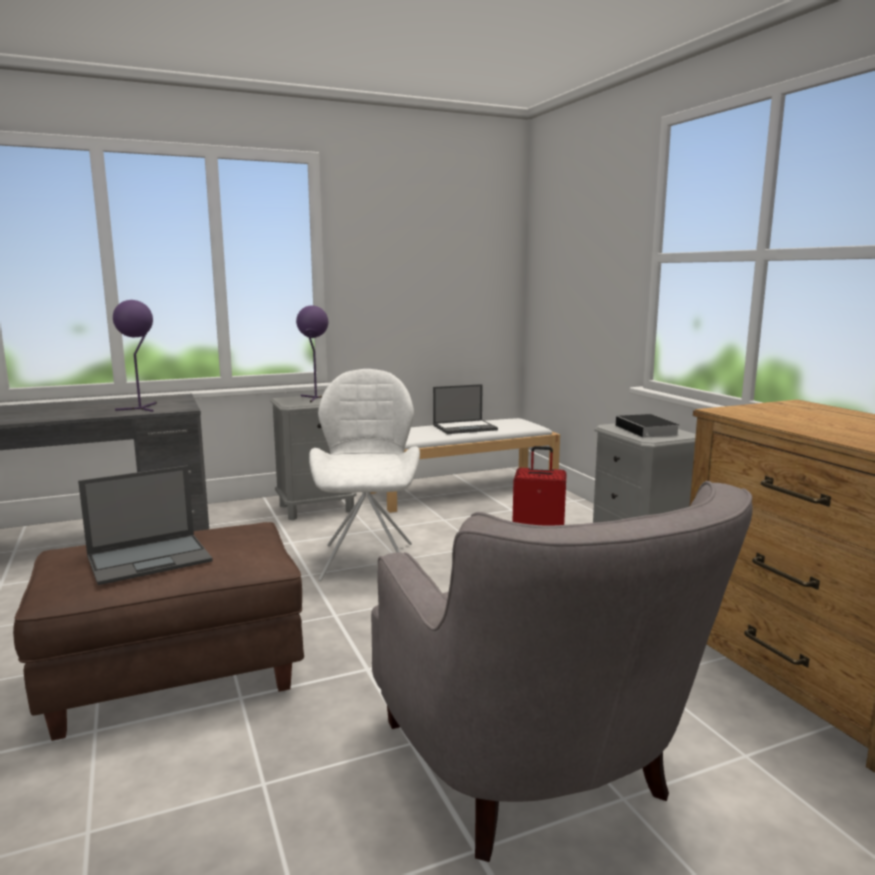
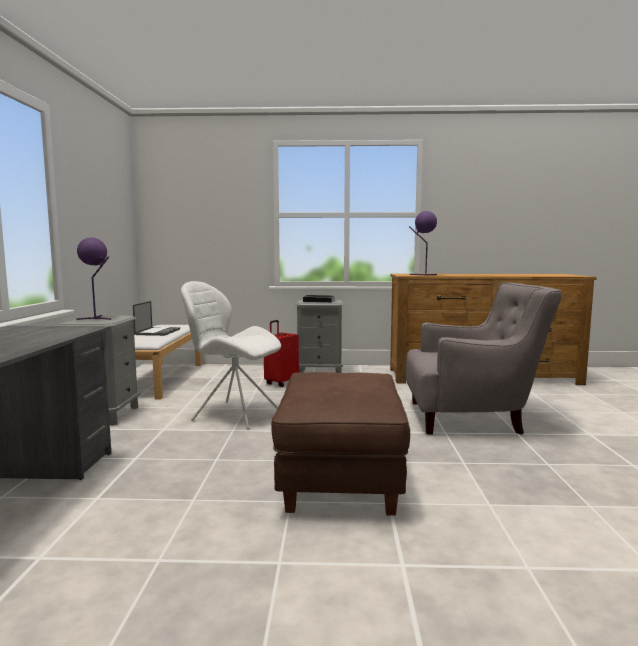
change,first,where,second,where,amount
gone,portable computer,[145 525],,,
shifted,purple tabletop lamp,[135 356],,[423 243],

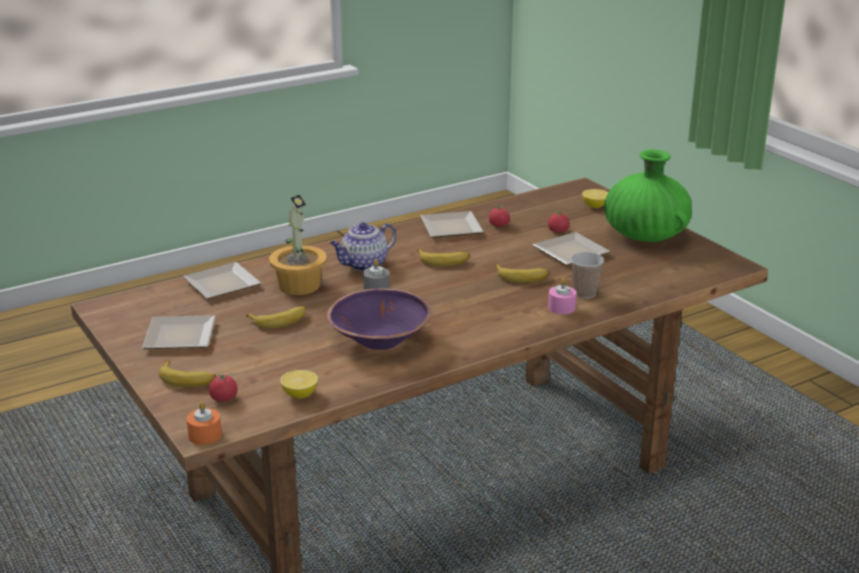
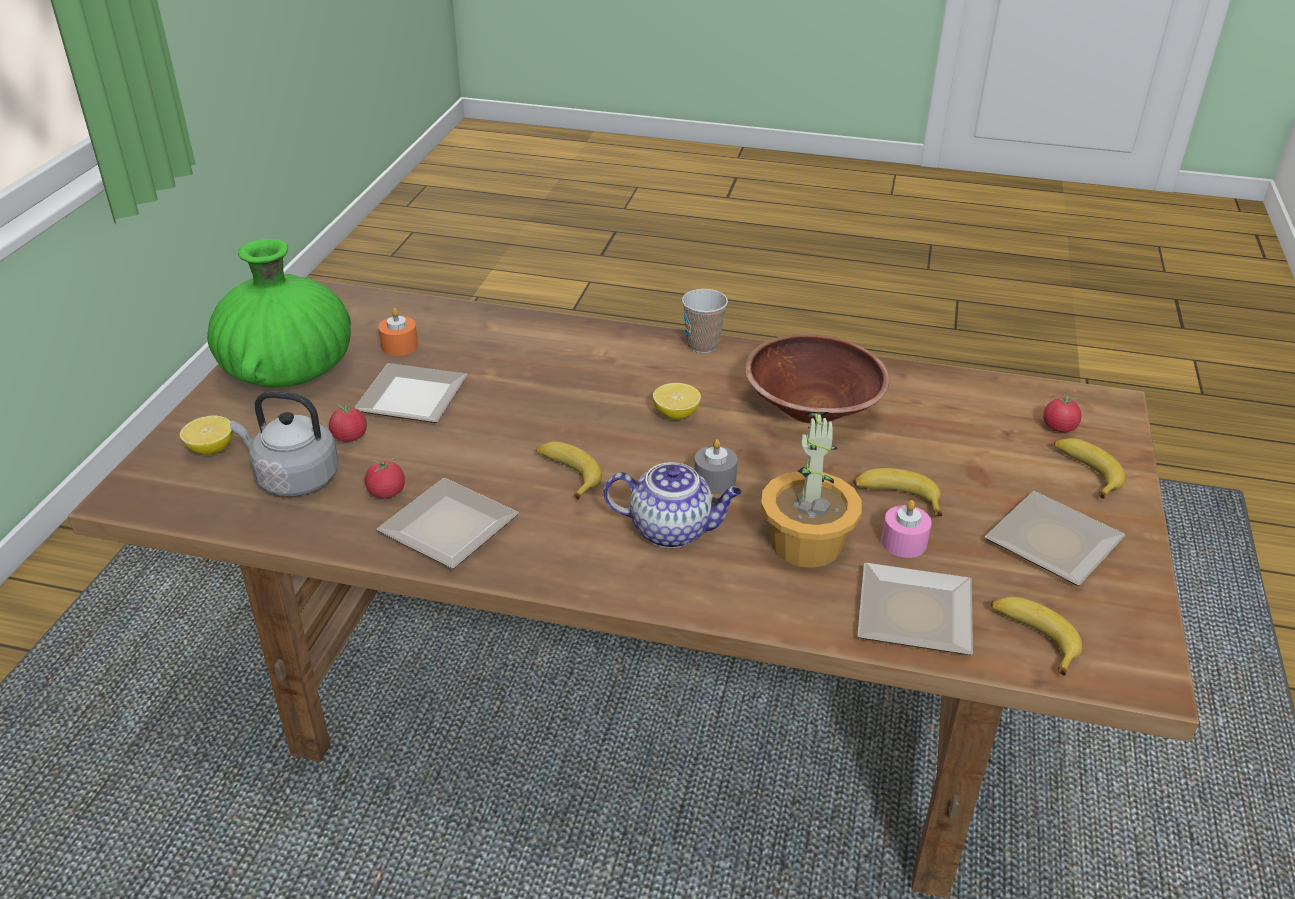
change,first,where,second,where,amount
new,,,grey kettle,[284 443],
shifted,orange-coloured candle,[204 423],,[398 332],
shifted,whole lemon,[299 384],,[677 401],
shifted,banana fruit,[522 273],,[1037 636],
shifted,pink-coloured candle,[562 296],,[906 529],
shifted,small cup,[587 275],,[705 321],
repainted,purple serving bowl,[379 319],brownish serving bowl,[817 379],

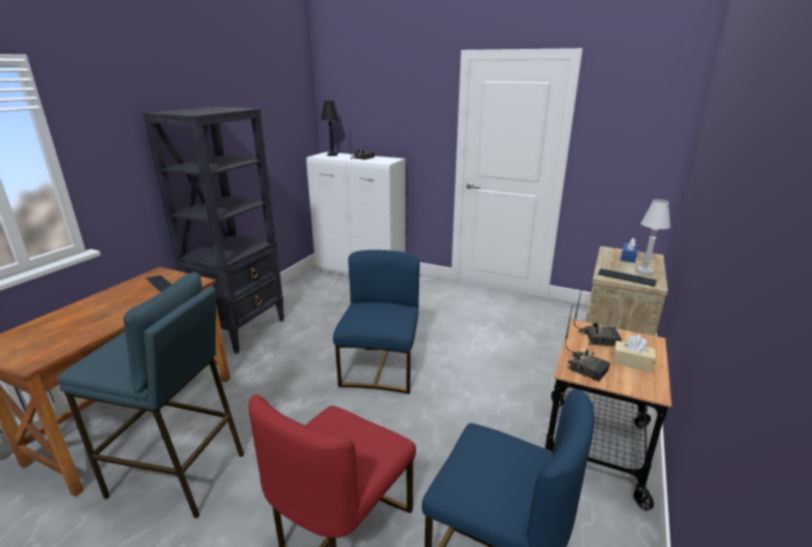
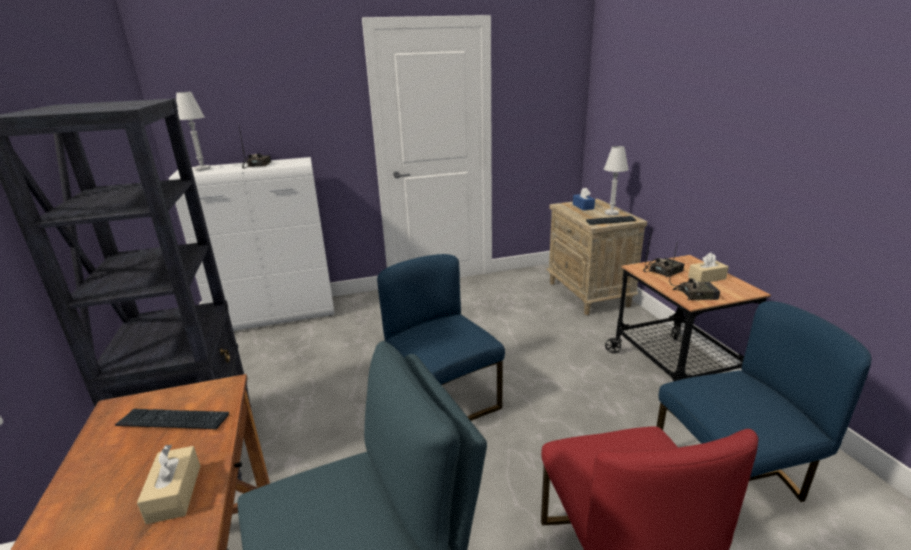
change,first,where,second,where,amount
new,,,beige tissue box,[168 484],
repainted,black-coloured tabletop lamp,[330 128],white-coloured tabletop lamp,[193 131],

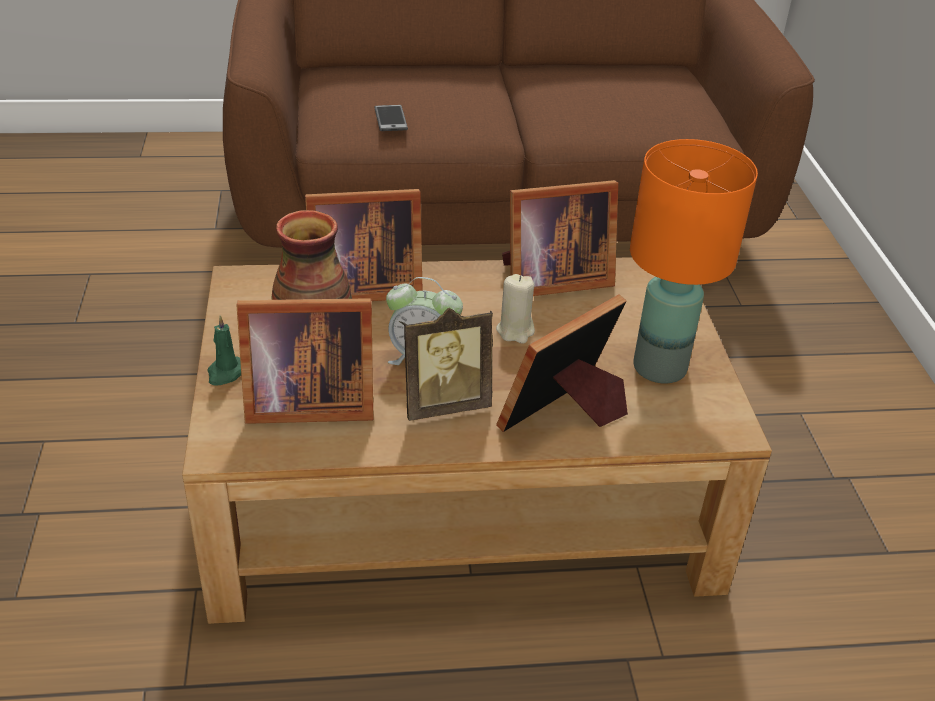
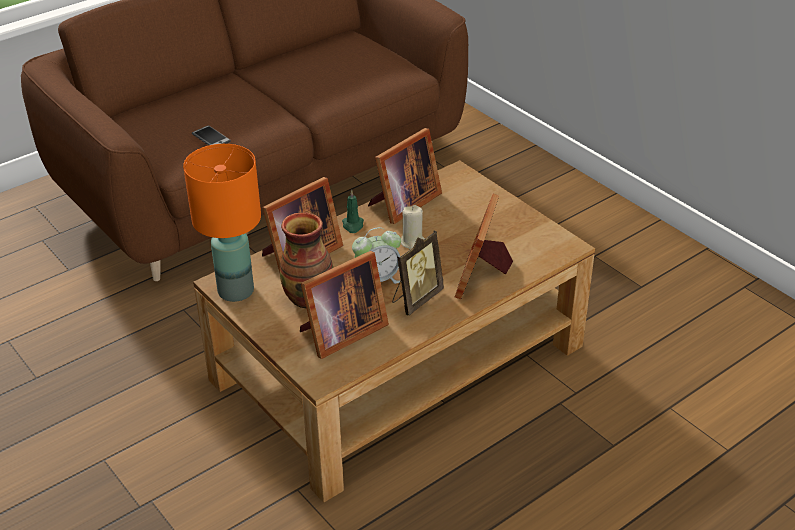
change,first,where,second,where,amount
shifted,green candle,[224 350],,[353 211],
shifted,orange-coloured tabletop lamp,[694 261],,[222 223],

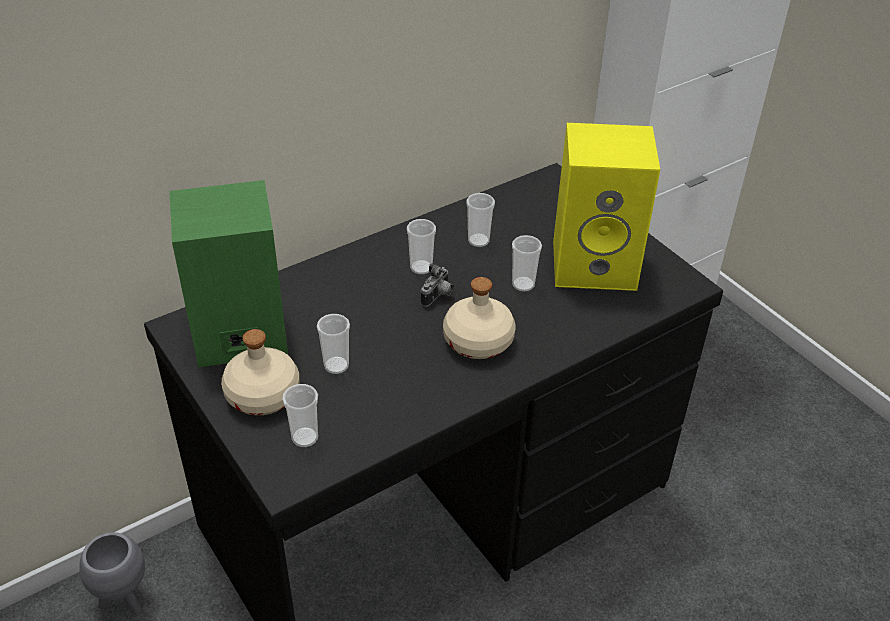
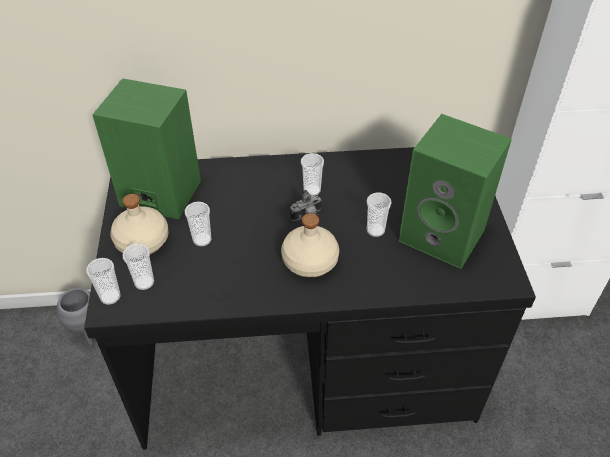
change,first,where,second,where,amount
shifted,small cup,[480 220],,[103 281],
repainted,yellow-coloured loudspeaker,[606 207],green loudspeaker,[455 191],

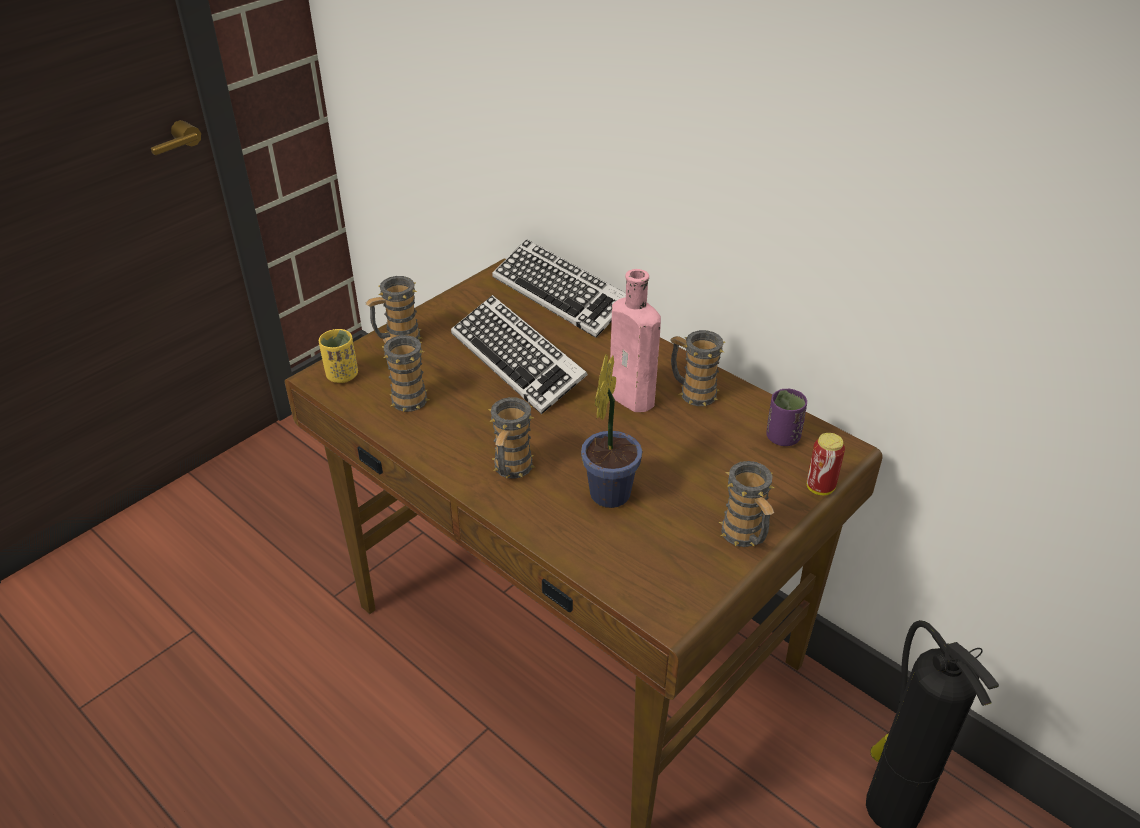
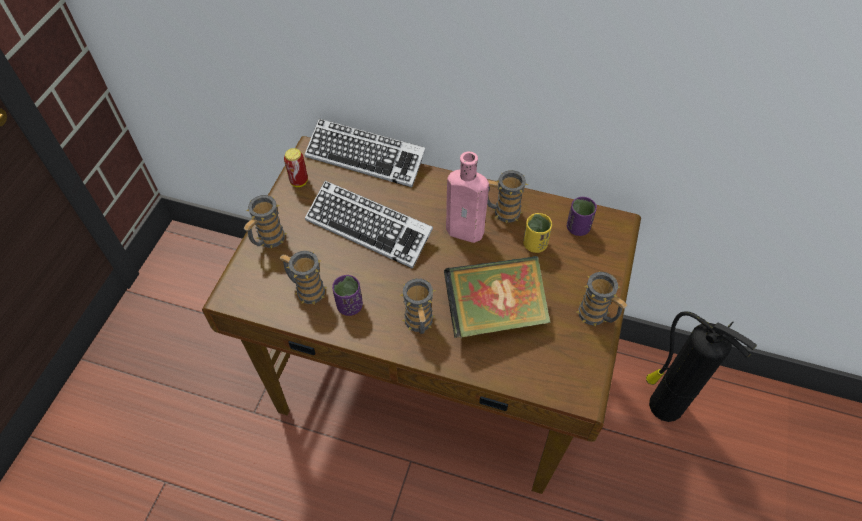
change,first,where,second,where,amount
new,,,purple small cup,[347 295],
shifted,yellow-coloured small cup,[338 356],,[537 233],
shifted,can,[826 464],,[296 167],
swapped,plant in a pot,[611 431],bound book,[497 297],

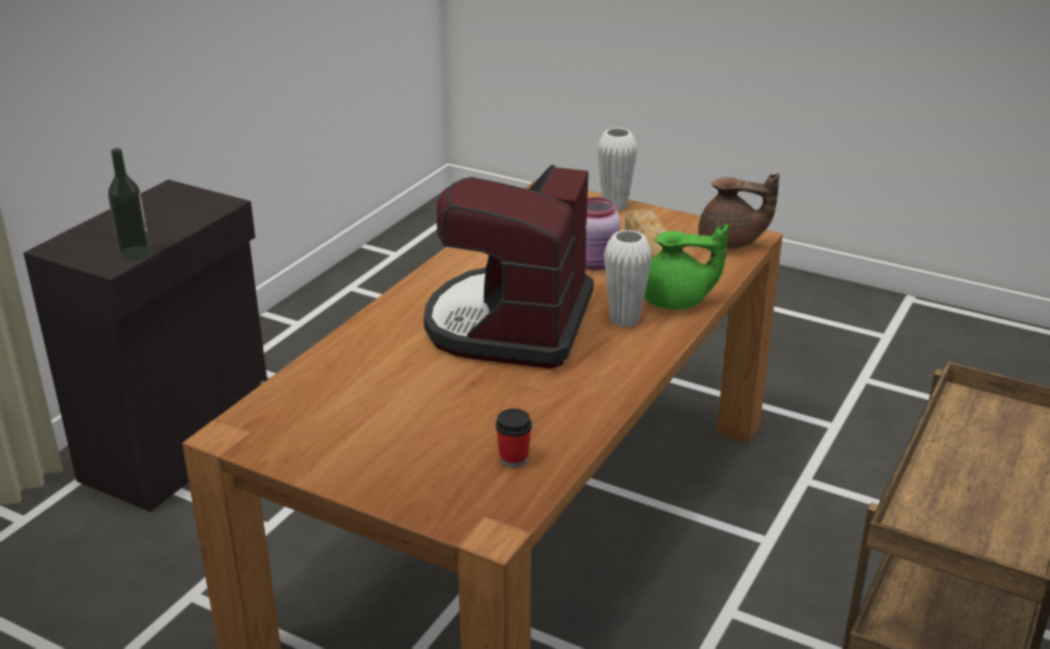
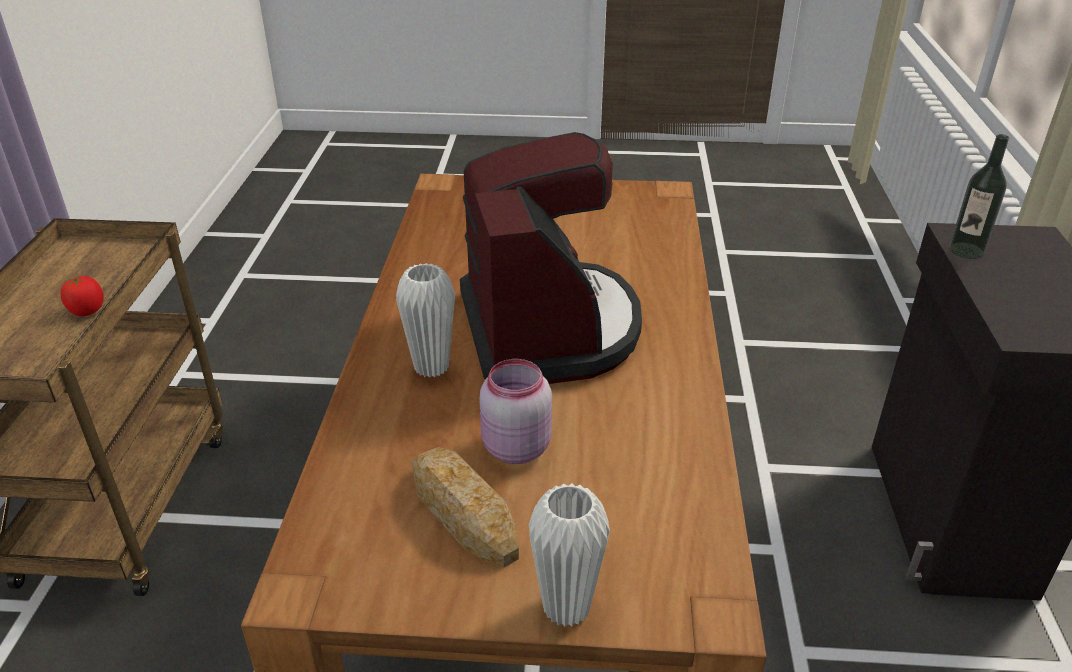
change,first,where,second,where,amount
gone,small cup,[514 438],,,
gone,green teapot,[686 267],,,
gone,brownish teapot,[739 211],,,
new,,,fresh tomato,[82 295],

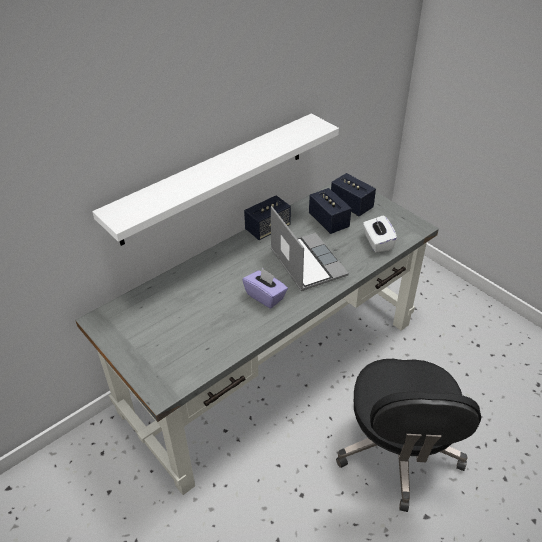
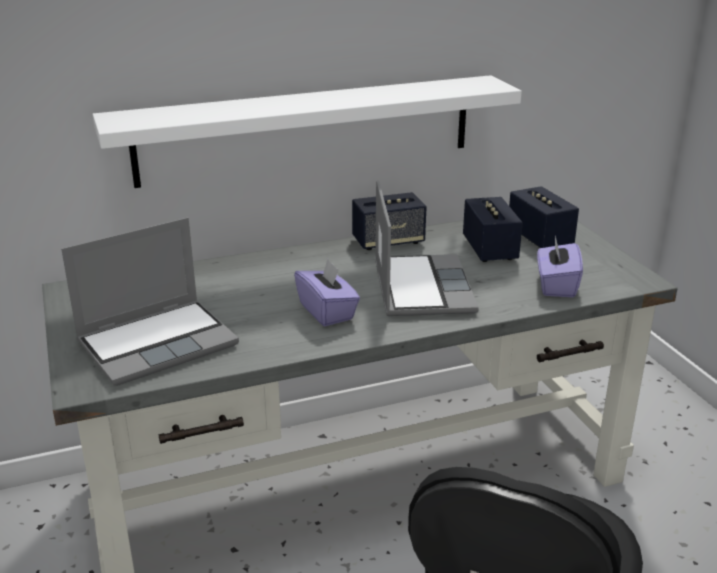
change,first,where,second,where,amount
new,,,portable computer,[150 301],
repainted,white-coloured tissue box,[380 234],purple tissue box,[560 267],

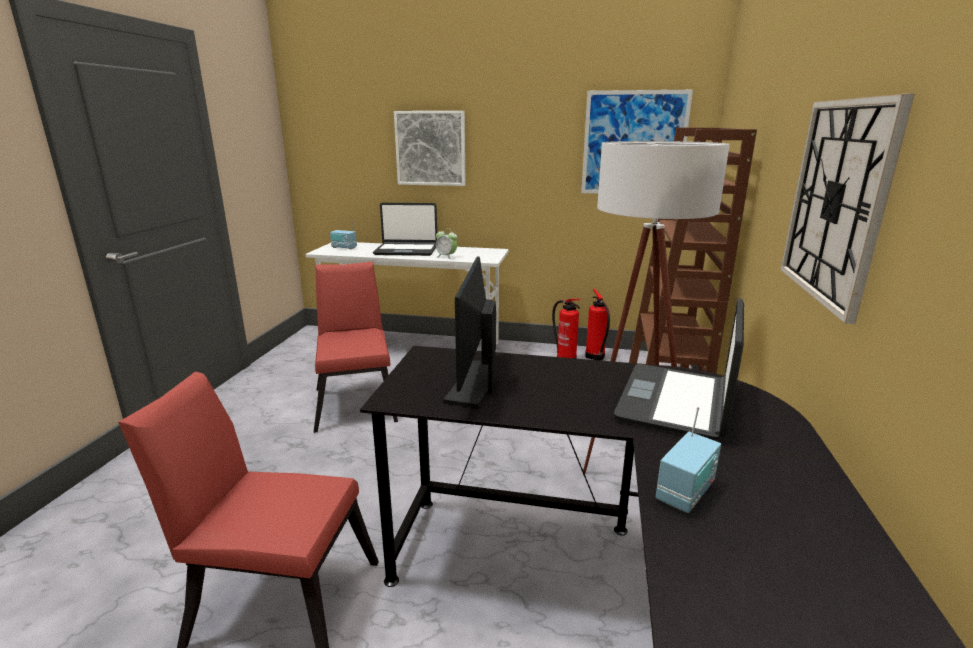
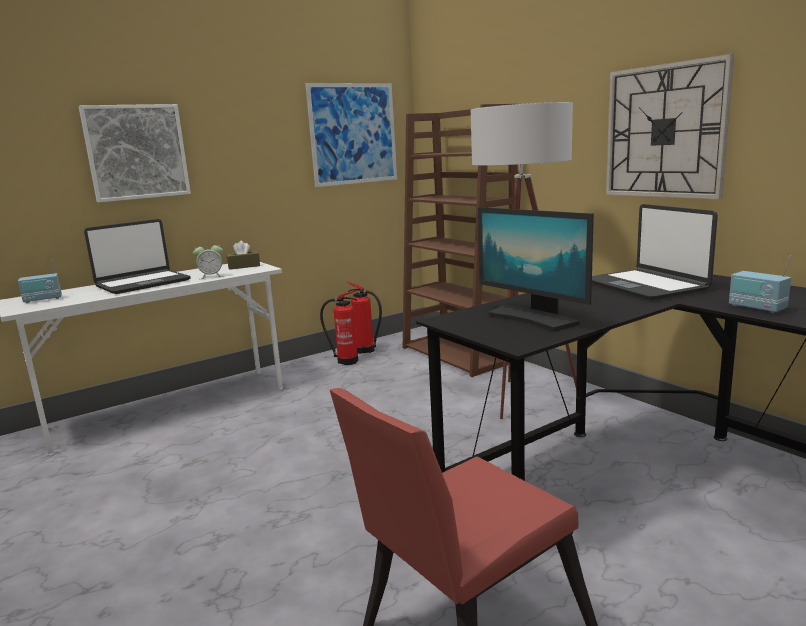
change,first,where,second,where,amount
gone,red-coloured upright chair,[356 347],,,
new,,,brownish tissue box,[243 255],
rotated,radio receiver,[688 460],,[760 284],150 degrees clockwise

